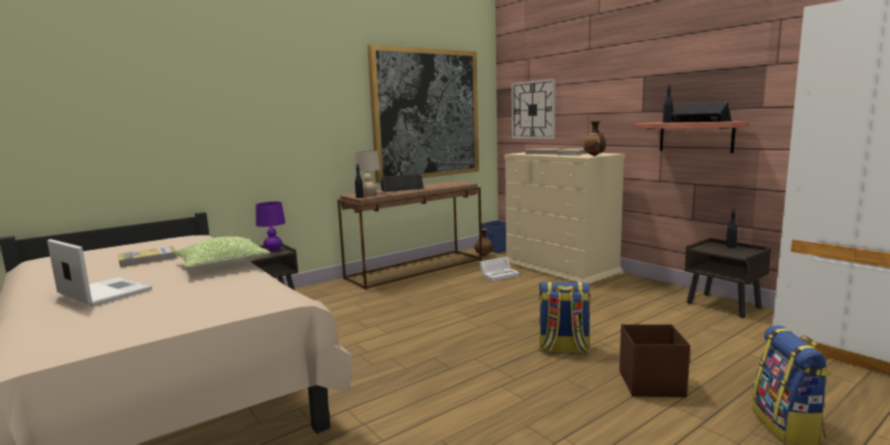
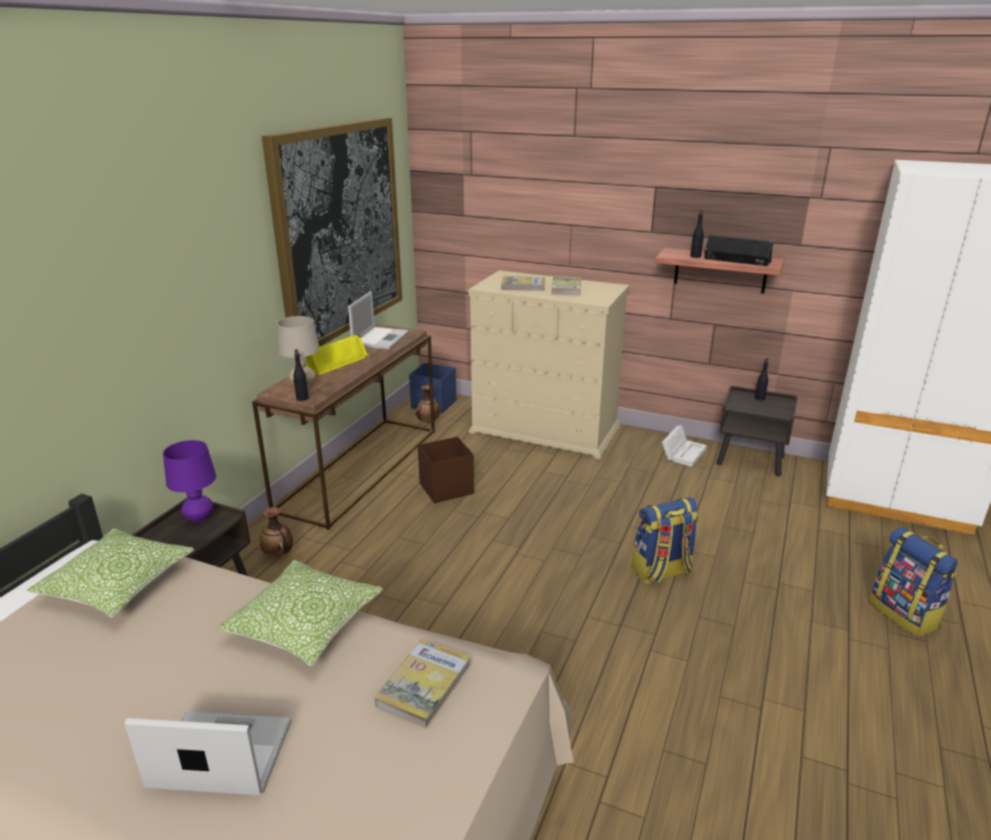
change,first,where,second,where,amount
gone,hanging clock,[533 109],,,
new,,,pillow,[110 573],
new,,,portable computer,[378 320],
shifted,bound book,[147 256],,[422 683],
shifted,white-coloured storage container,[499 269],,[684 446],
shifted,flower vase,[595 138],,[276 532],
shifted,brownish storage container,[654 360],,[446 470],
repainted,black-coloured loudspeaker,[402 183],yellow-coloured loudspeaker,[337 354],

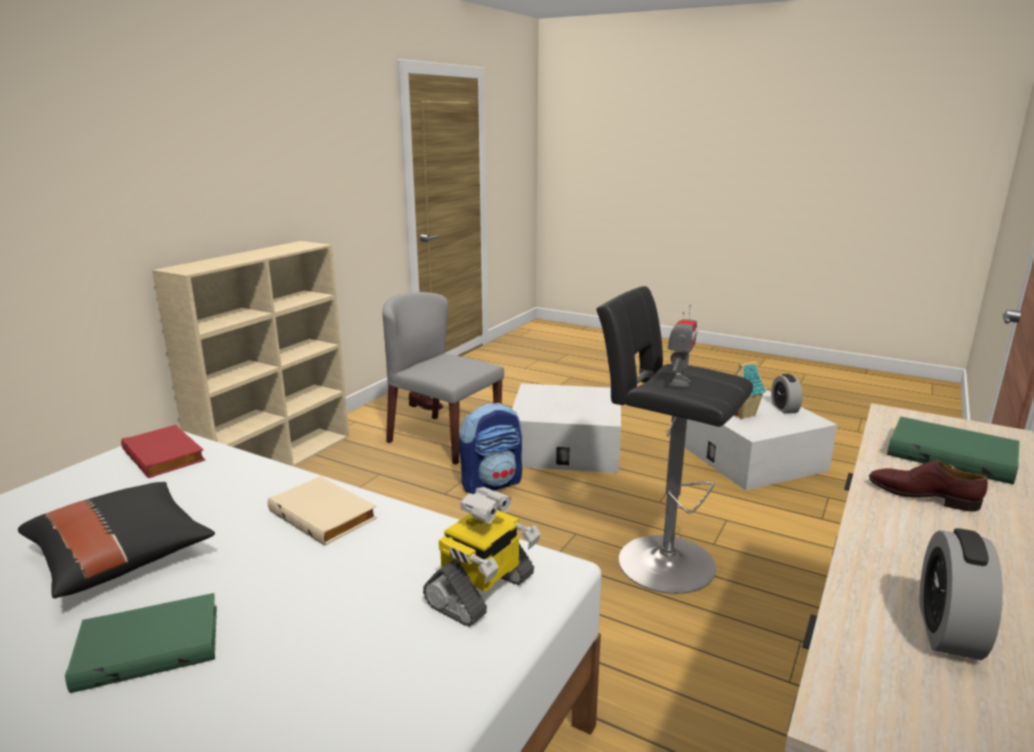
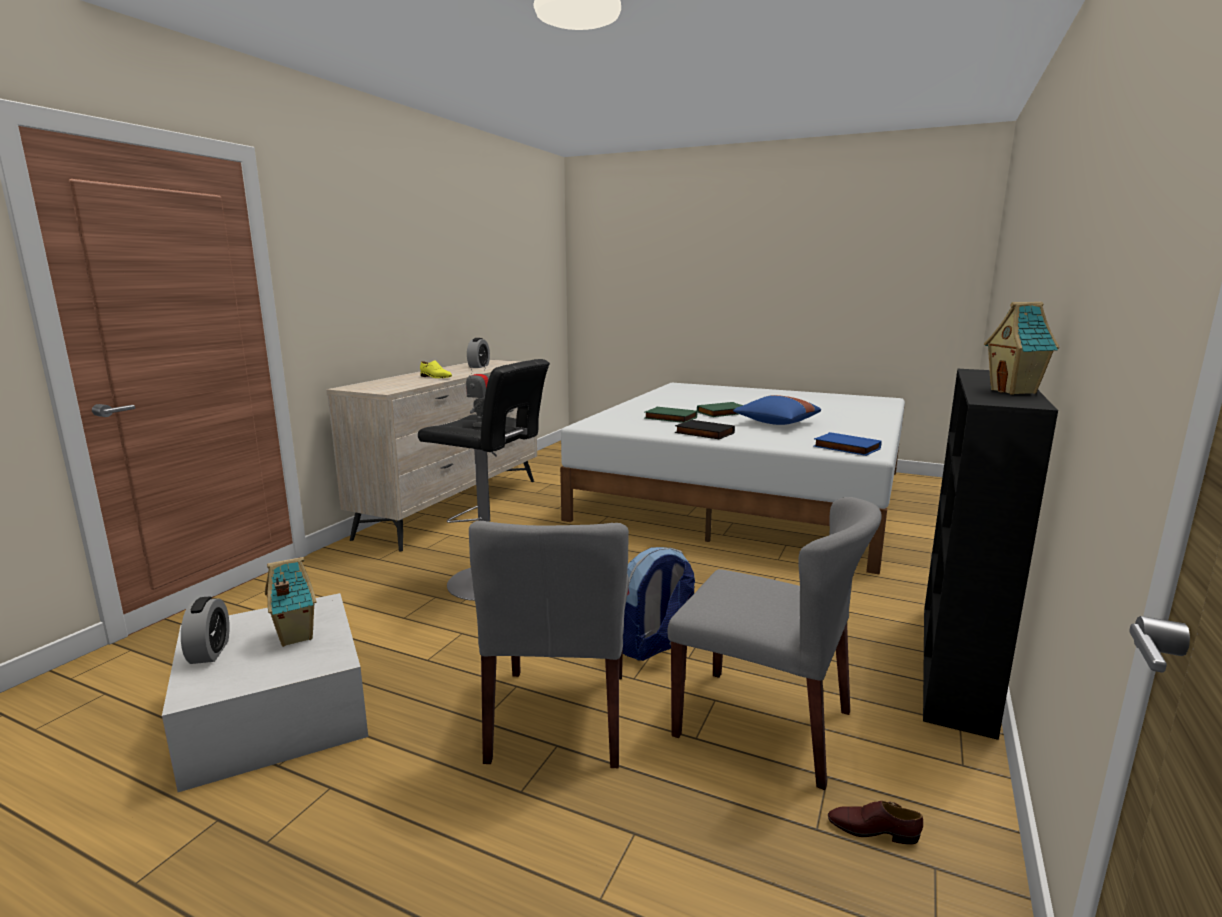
change,first,where,second,where,amount
gone,model robot,[482 557],,,
new,,,miniature house,[1021 348],
shifted,green bound book,[953 450],,[671 415],
swapped,white-coloured storage container,[566 428],grey upright chair,[549 644],
repainted,black-coloured pillow,[116 540],blue-coloured pillow,[777 410],
repainted,red-coloured bound book,[163 451],blue-coloured bound book,[847 444],
repainted,beige shelving unit,[250 353],black-coloured shelving unit,[990 554],
repainted,beige bound book,[322 511],black-coloured bound book,[705 429],
repainted,brownish shoe,[928 486],yellow-coloured shoe,[436 369],

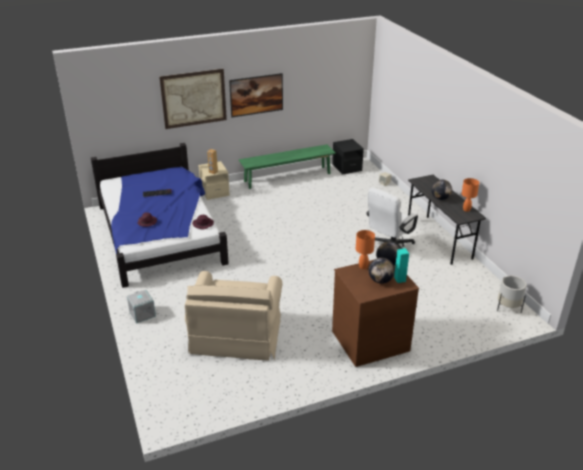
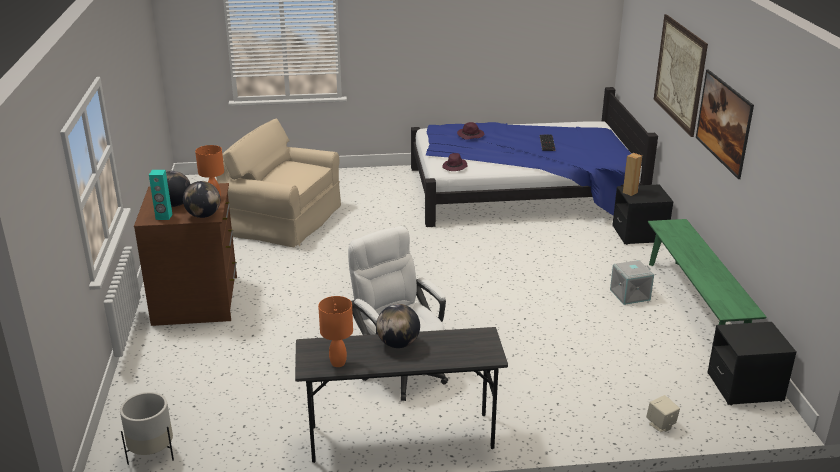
change,first,where,second,where,amount
shifted,grey storage container,[141 307],,[632 282],
repainted,beige nightstand,[214 180],black-coloured nightstand,[642 214],

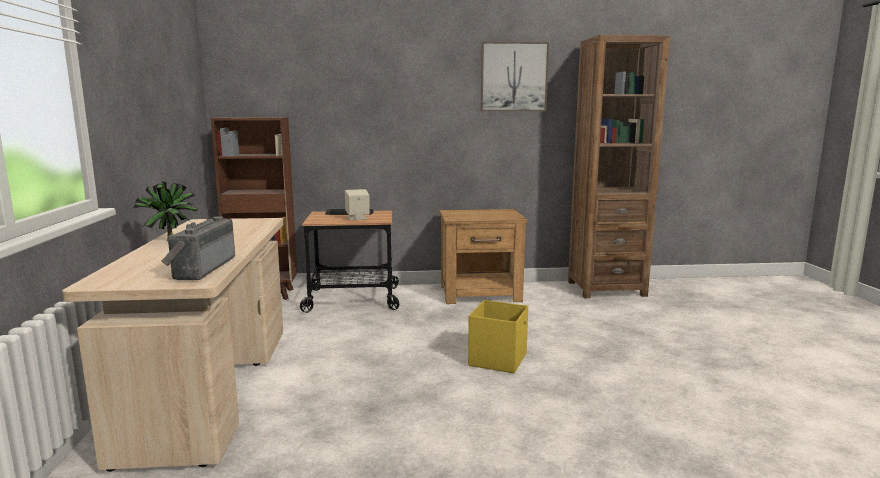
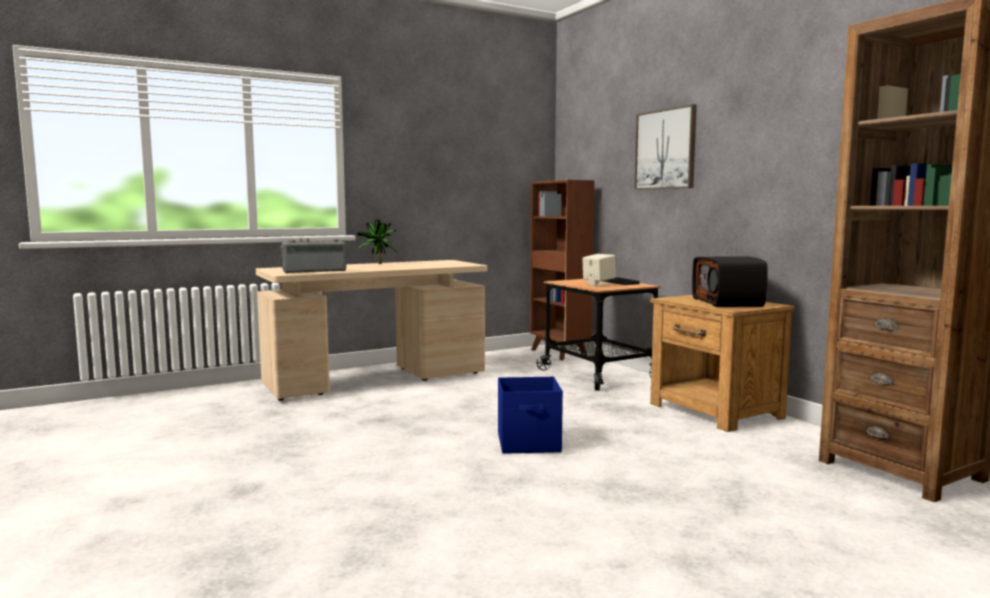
change,first,where,second,where,amount
new,,,radio receiver,[730 281],
shifted,wall picture,[515 76],,[665 147],
repainted,yellow-coloured storage container,[498 336],blue-coloured storage container,[530 415],

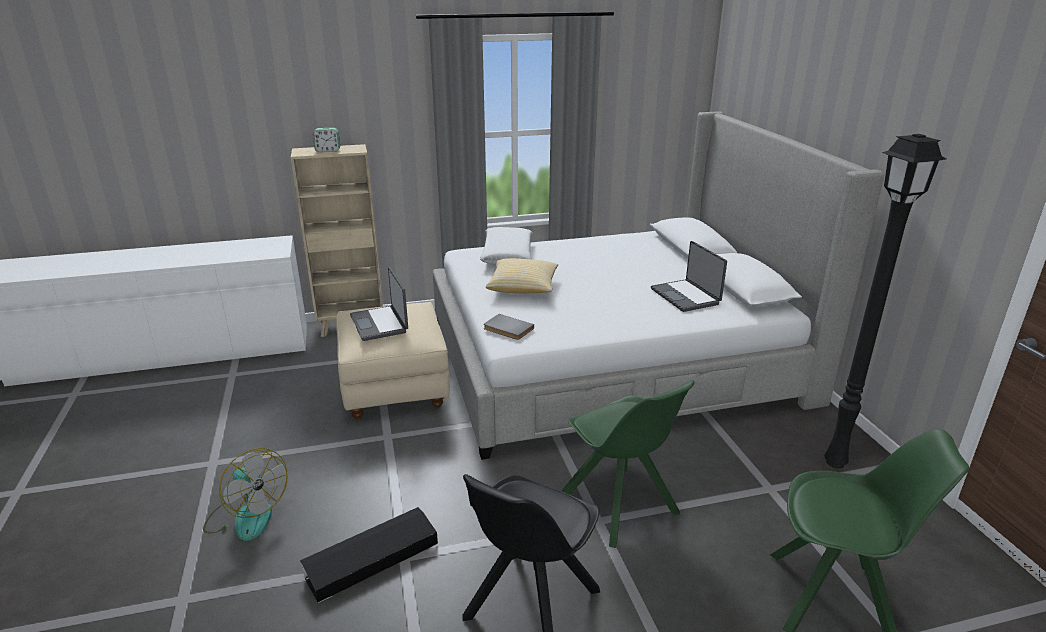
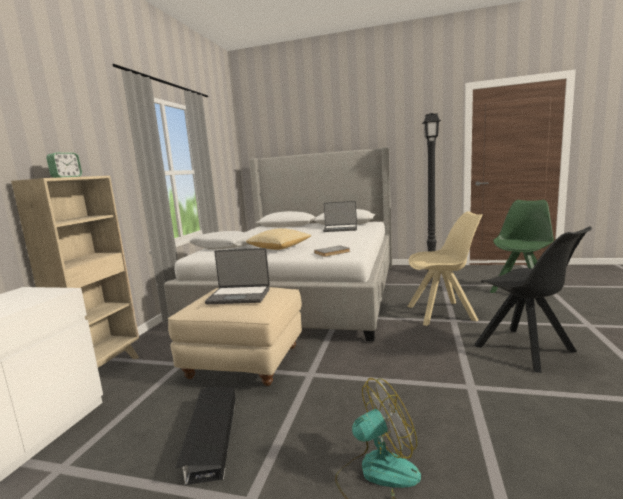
change,first,where,second,where,amount
shifted,black-coloured storage container,[369 555],,[205 436],
repainted,green upright chair,[628 464],beige upright chair,[445 268],

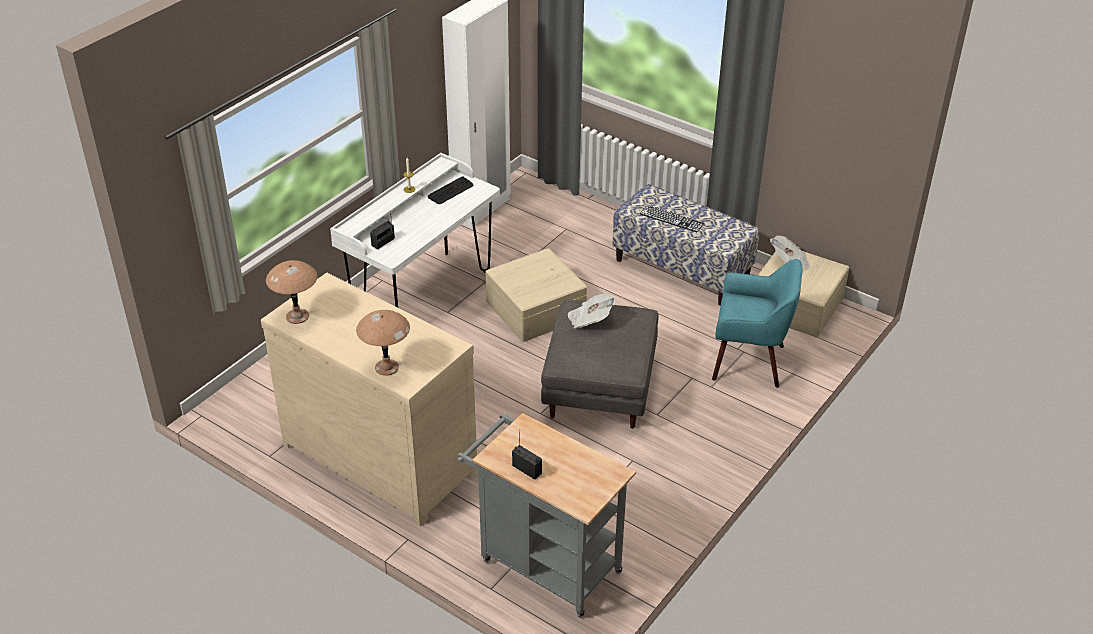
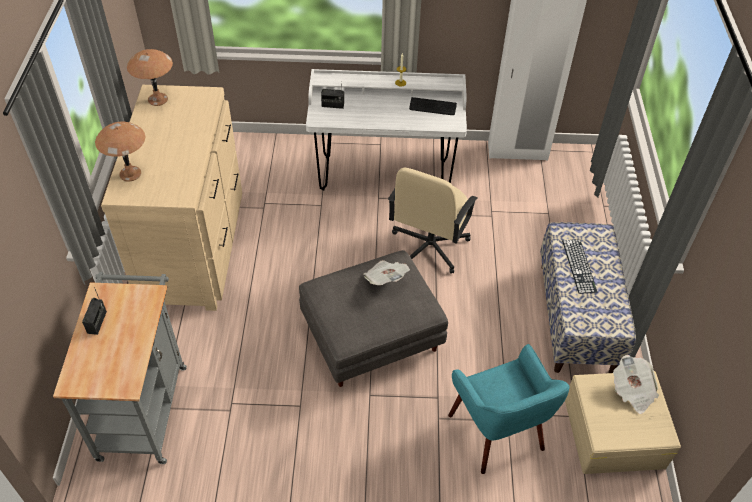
change,first,where,second,where,amount
swapped,beige storage container,[536 295],beige computer chair,[432 220],

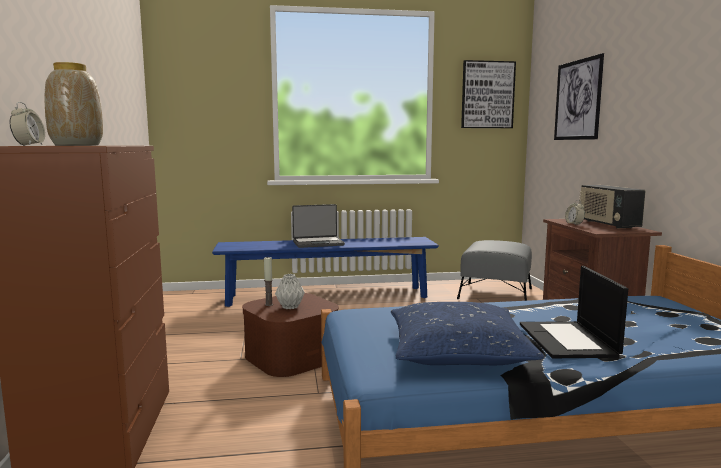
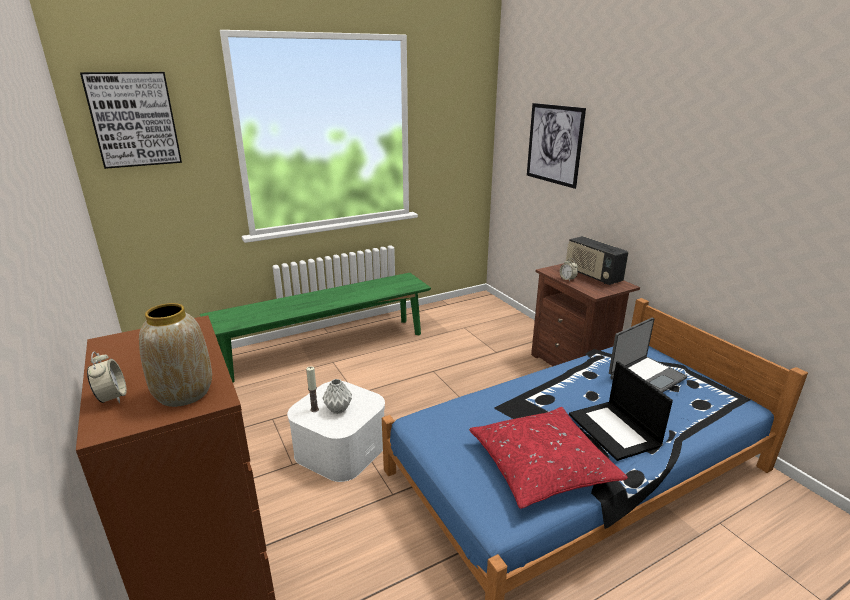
change,first,where,second,where,amount
gone,grey footrest,[494 270],,,
shifted,portable computer,[318 226],,[648 355],
shifted,wall picture,[488 94],,[131 120],
repainted,blue-coloured long seat,[325 272],green long seat,[315 327],
repainted,brownish storage container,[290 335],white-coloured storage container,[336 431],
repainted,blue-coloured pillow,[467 333],red-coloured pillow,[548 458],

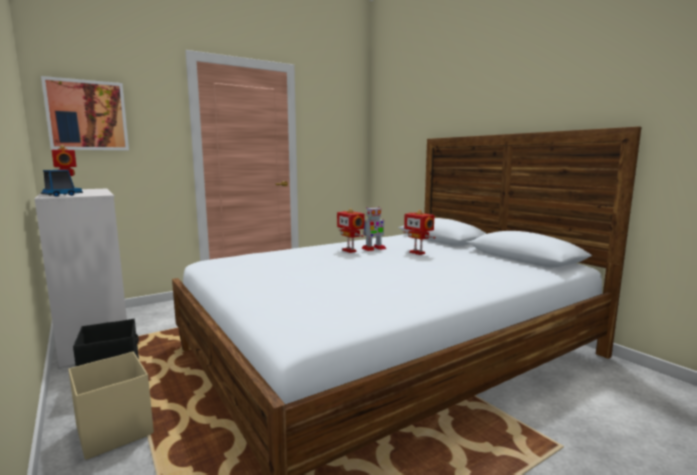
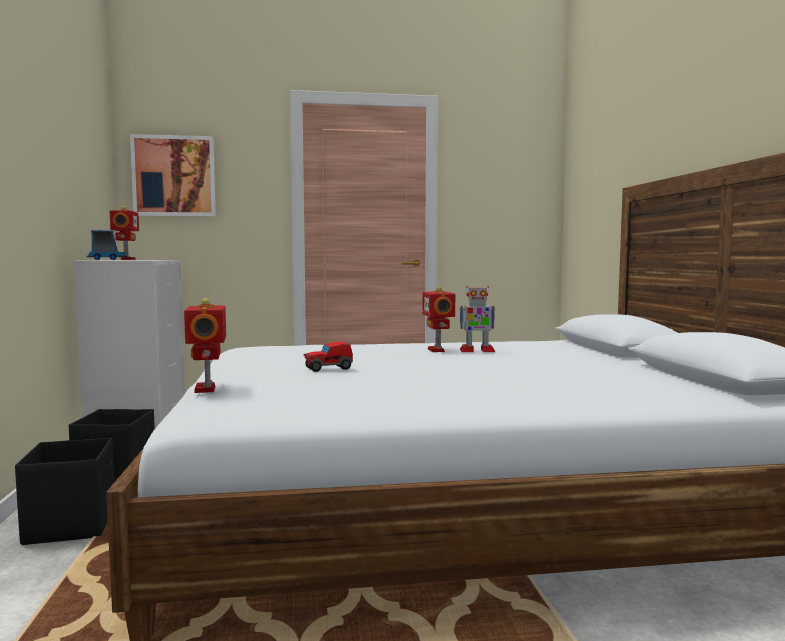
change,first,where,second,where,amount
new,,,toy car,[328 357],
shifted,model robot,[420 232],,[205 345],
repainted,beige storage container,[111 405],black-coloured storage container,[64 491],

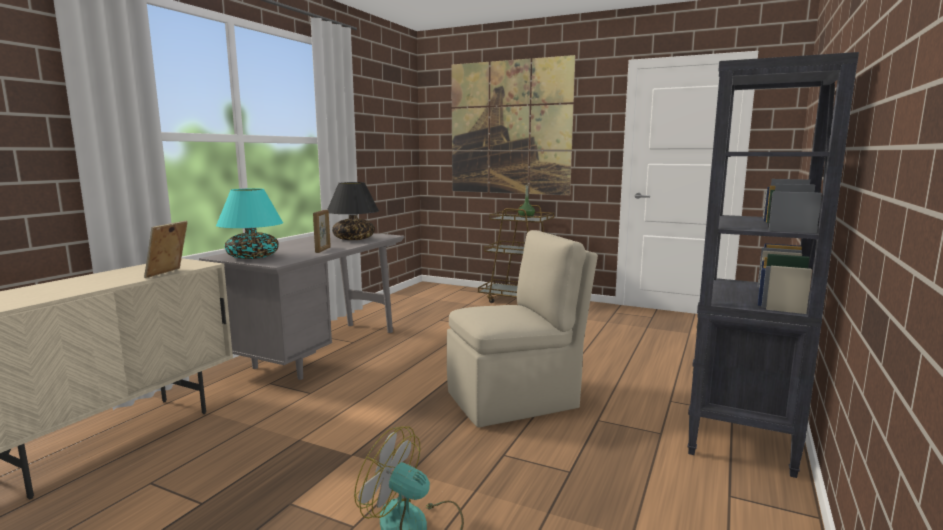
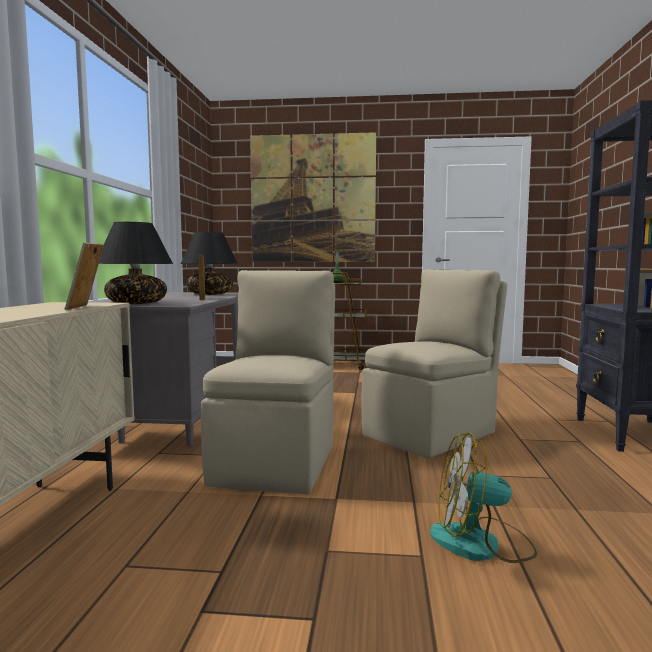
change,first,where,second,where,amount
new,,,beige upright chair,[268 382],
repainted,turquoise-coloured tabletop lamp,[249 223],black-coloured tabletop lamp,[136 263],

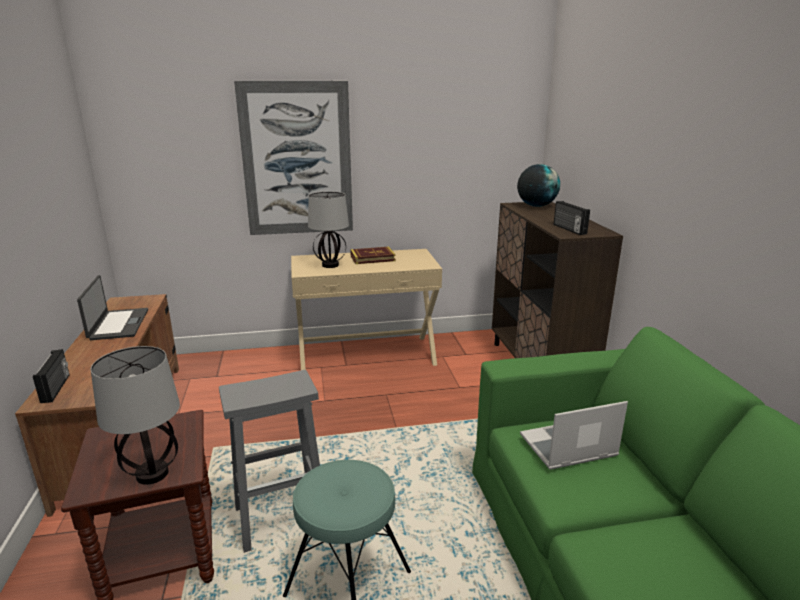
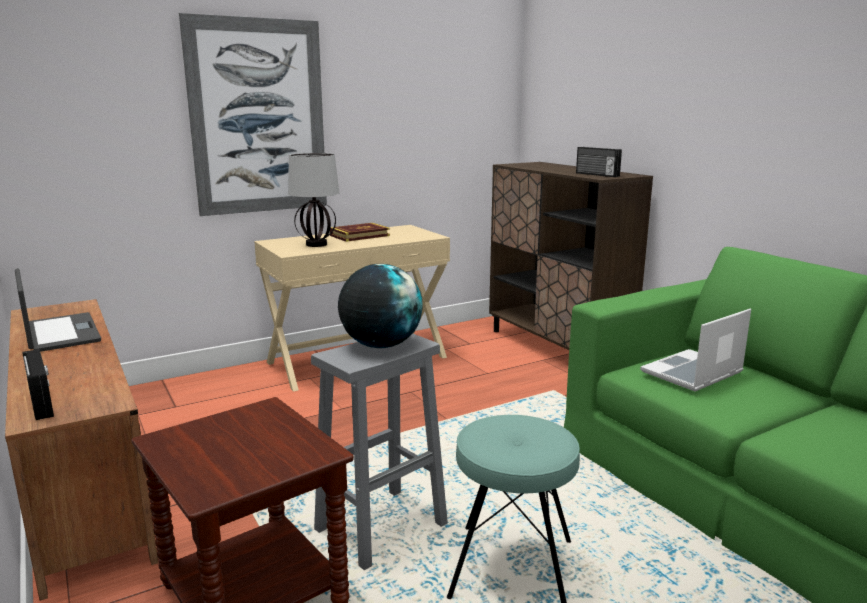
change,first,where,second,where,amount
gone,tabletop lamp,[135 415],,,
shifted,globe,[538 185],,[380 306],

